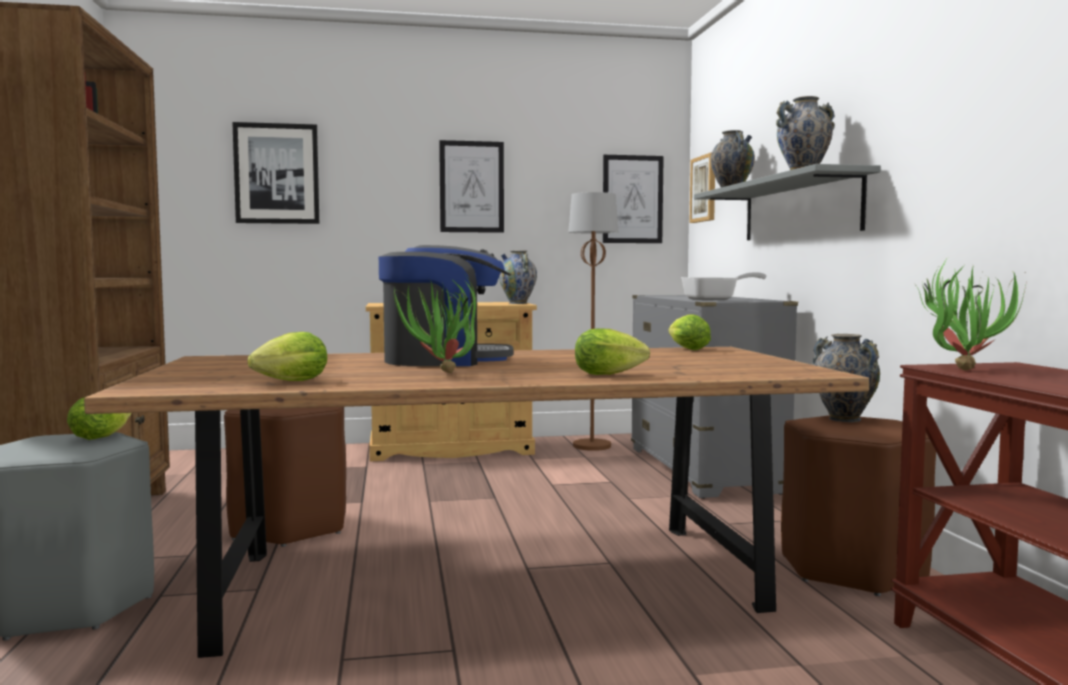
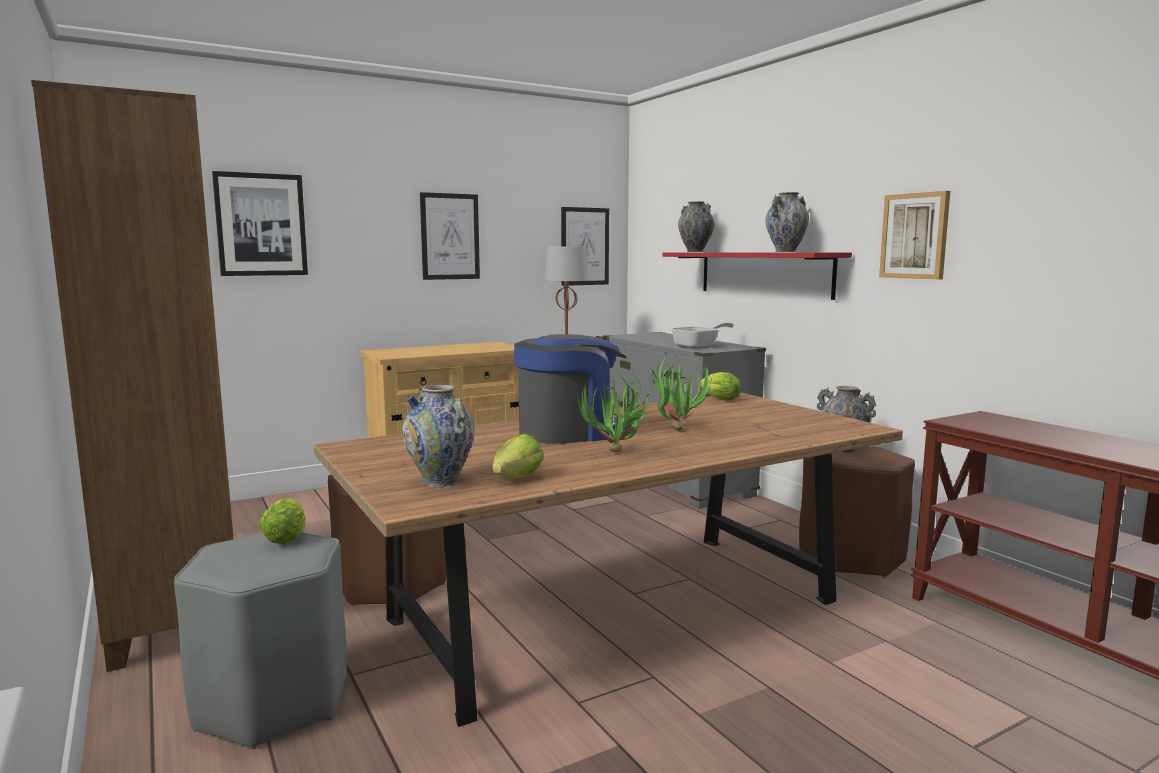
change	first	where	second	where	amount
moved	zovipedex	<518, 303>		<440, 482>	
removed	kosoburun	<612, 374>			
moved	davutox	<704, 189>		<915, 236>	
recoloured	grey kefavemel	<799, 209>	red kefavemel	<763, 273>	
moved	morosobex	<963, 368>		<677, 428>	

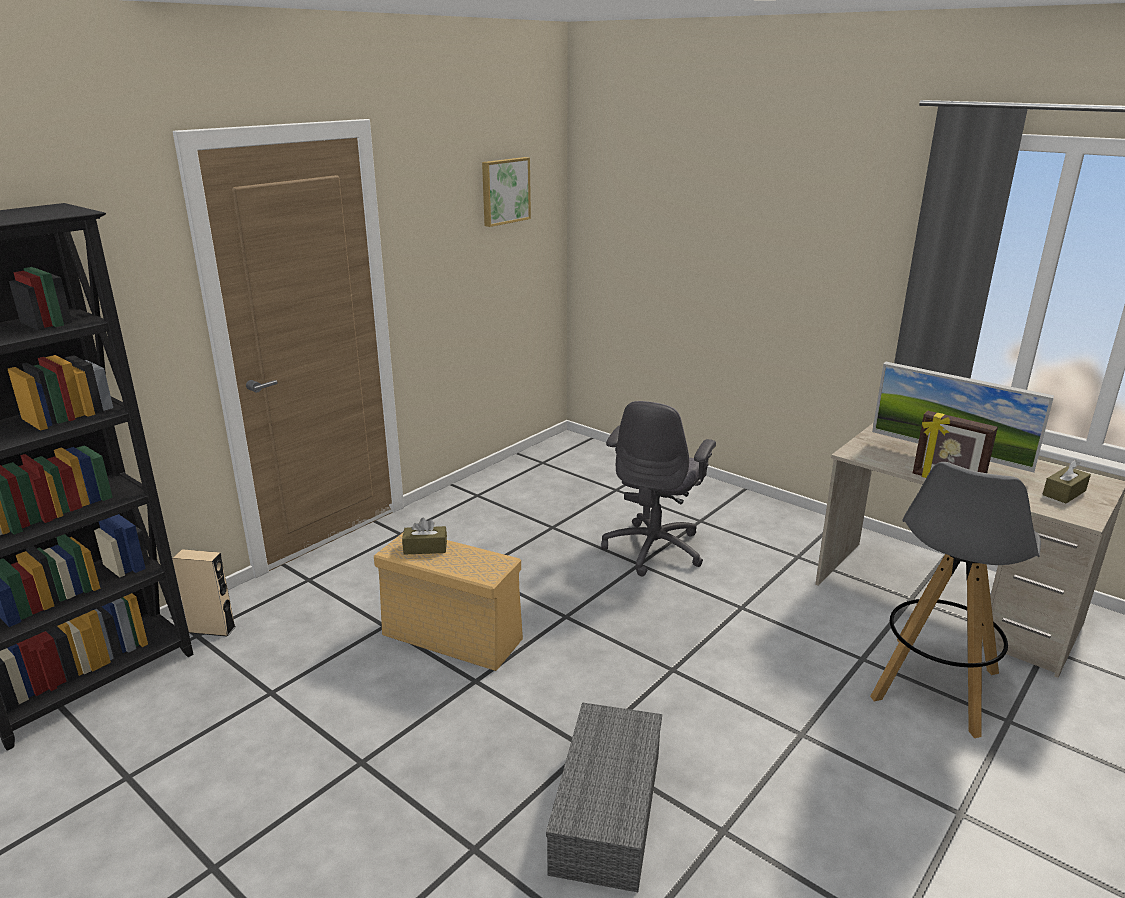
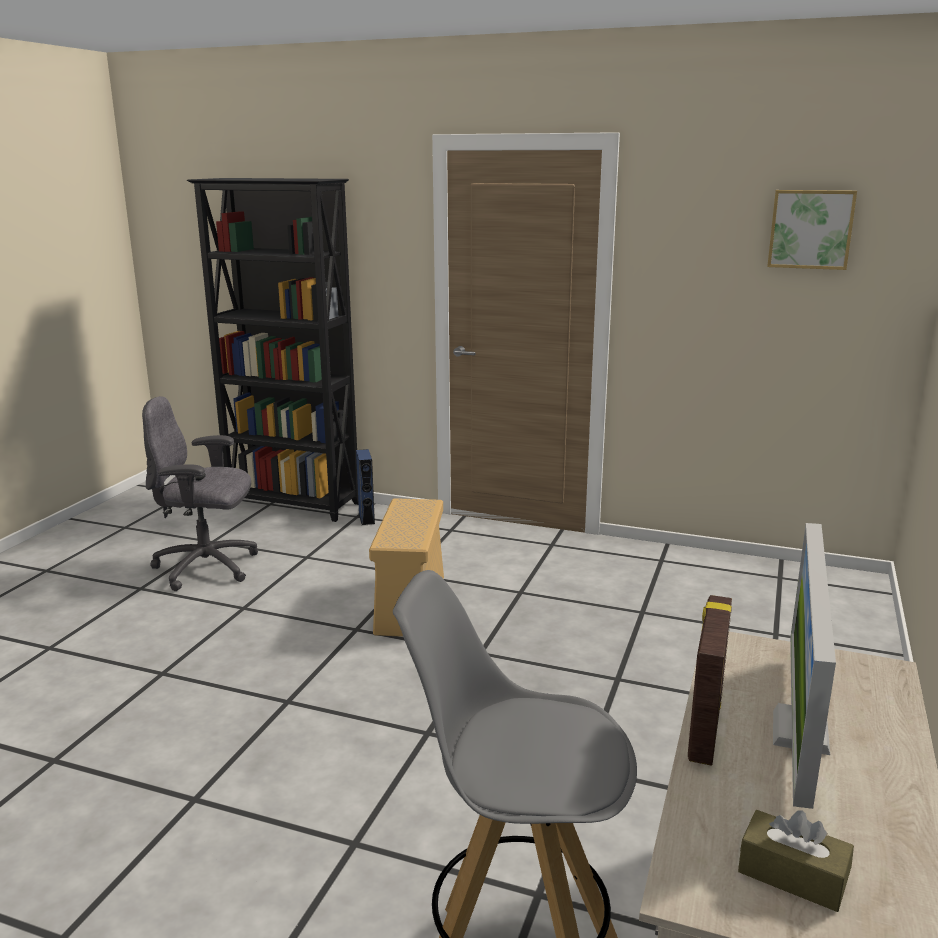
change	first	where	second	where	amount
recoloured	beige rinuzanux	<212, 629>	blue rinuzanux	<366, 518>	
removed	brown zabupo	<425, 548>			
removed	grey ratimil	<605, 808>			
moved	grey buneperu	<655, 548>		<207, 568>	

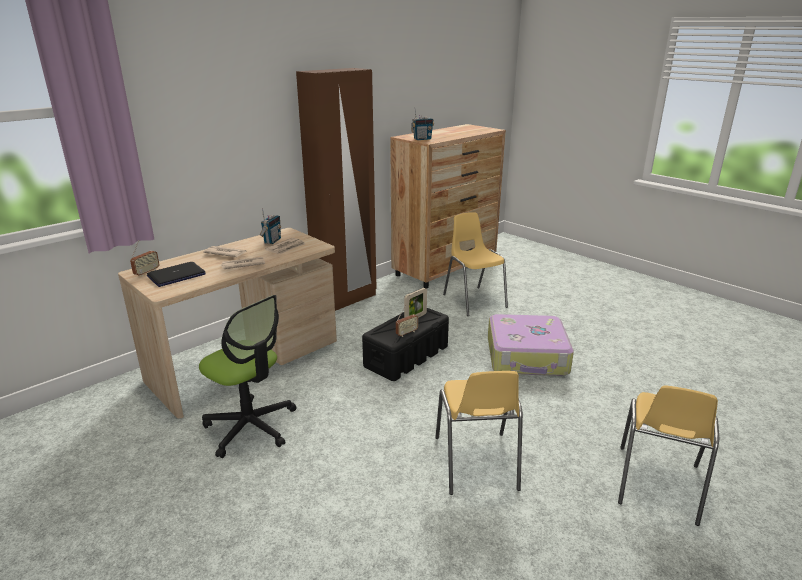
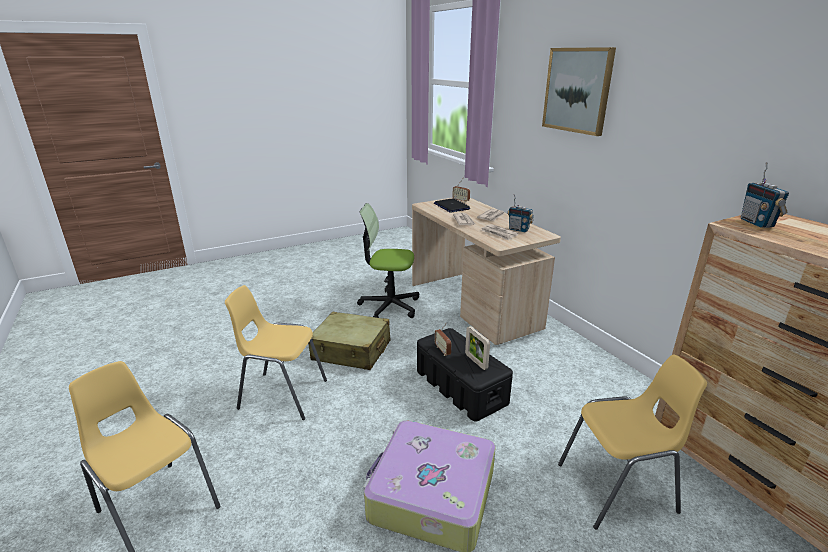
change	first	where	second	where	amount
turned	buneperu	<251, 427>		<389, 306>	45 degrees clockwise
removed	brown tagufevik	<345, 300>			
added			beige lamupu	<351, 351>	
added			davutox	<577, 90>	

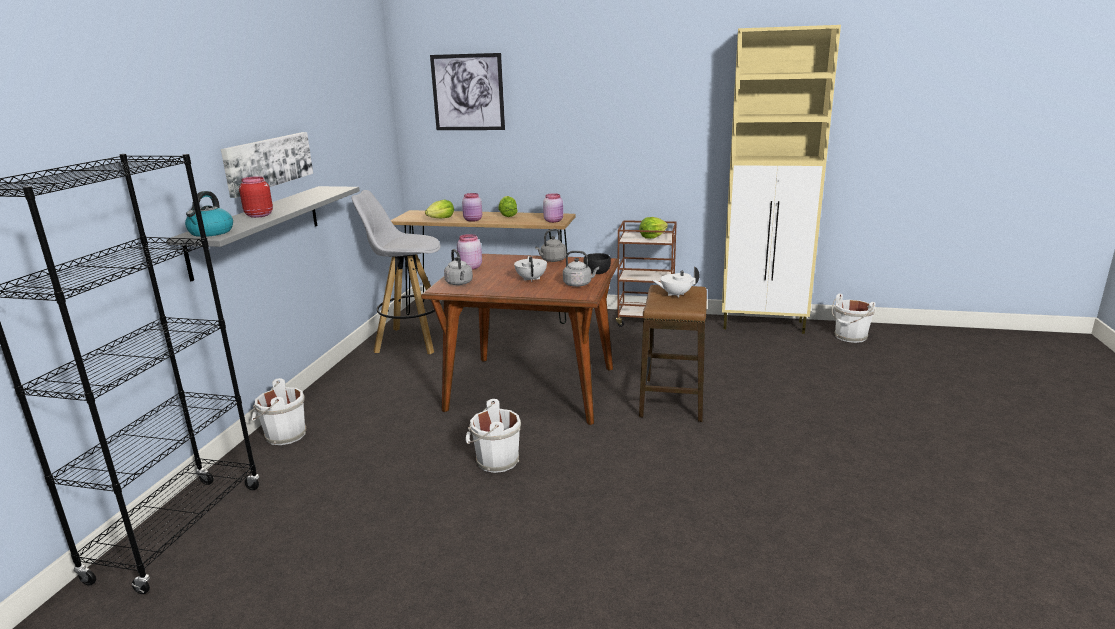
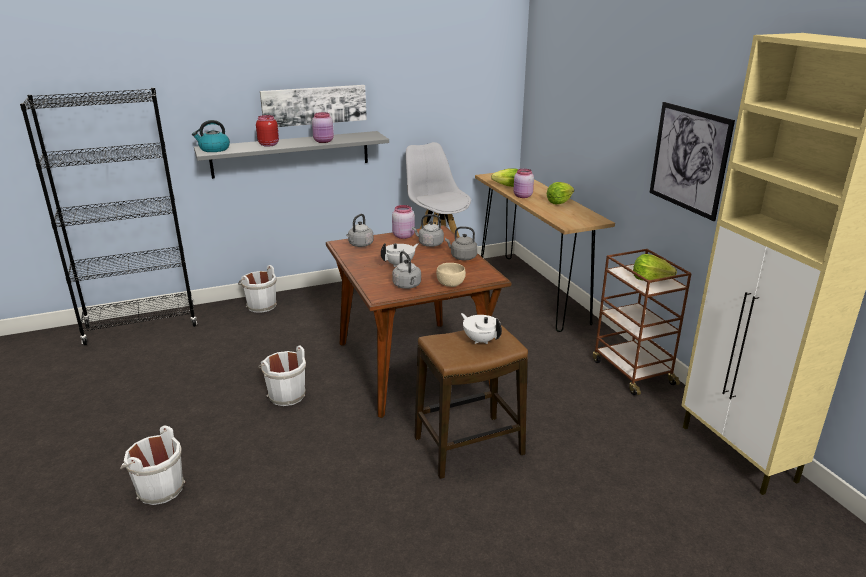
change	first	where	second	where	amount
moved	davutox	<468, 92>		<689, 159>	
moved	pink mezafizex	<554, 221>		<324, 141>	
recoloured	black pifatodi	<597, 272>	beige pifatodi	<451, 284>	
moved	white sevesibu	<850, 337>		<158, 489>	
added			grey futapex	<429, 244>	

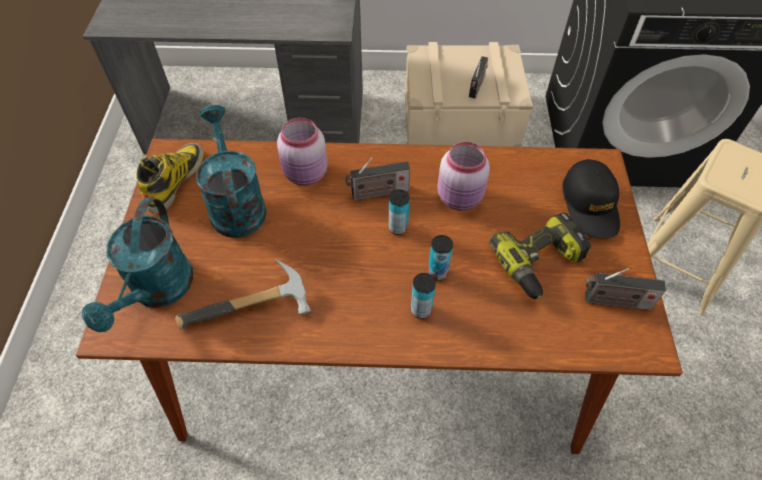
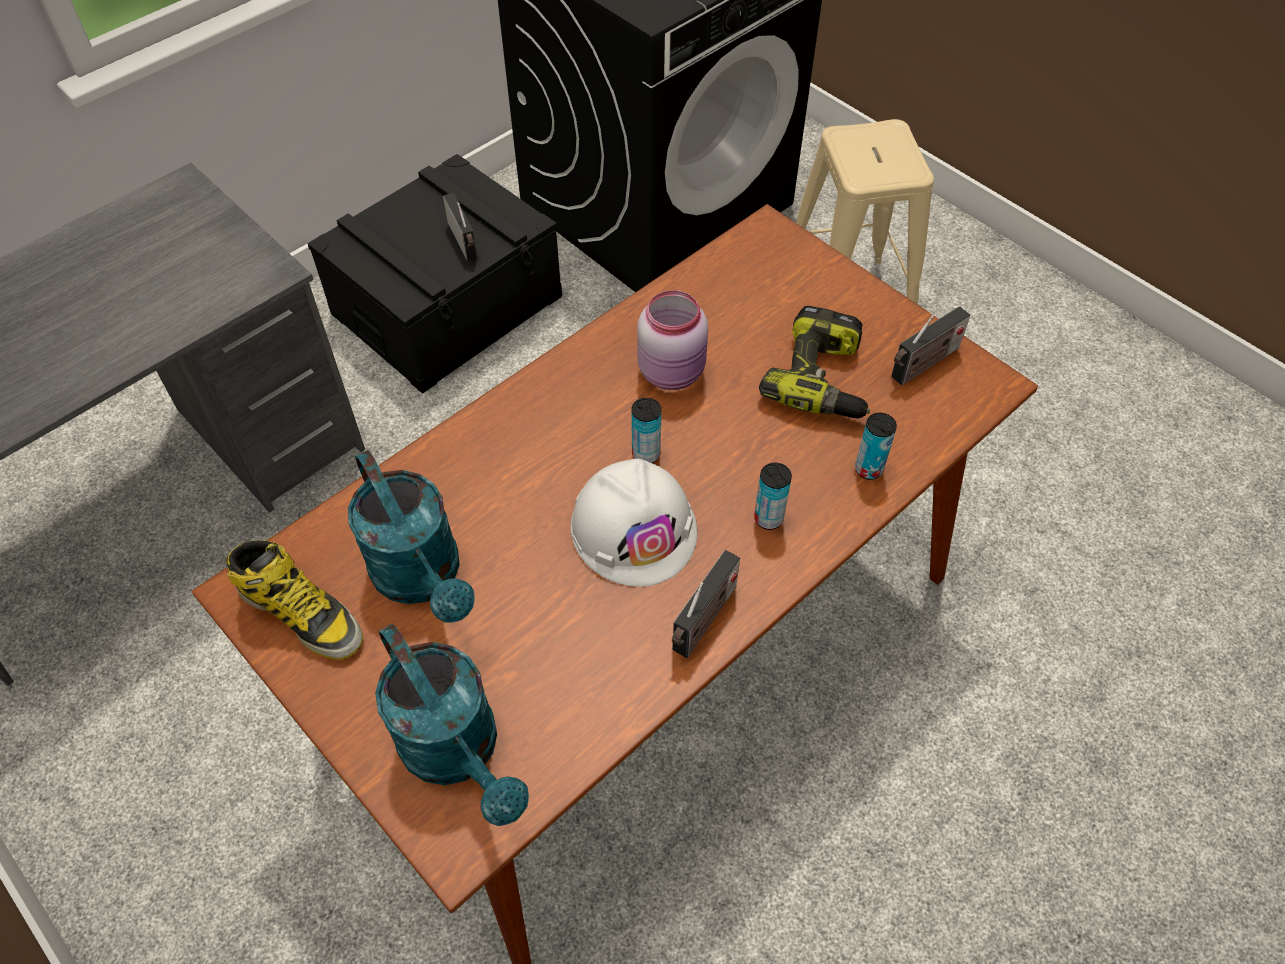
change	first	where	second	where	amount
turned	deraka	<175, 180>		<302, 614>	150 degrees clockwise
removed	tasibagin	<251, 312>			
turned	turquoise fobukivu	<235, 204>		<423, 578>	150 degrees counterclockwise
removed	pink mezafizex	<306, 174>			
moved	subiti	<377, 193>		<703, 622>	
recoloured	beige ratimil	<460, 120>	black ratimil	<447, 304>	
moved	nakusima	<437, 273>		<868, 469>	
removed	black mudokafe	<590, 205>			
added			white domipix	<634, 528>	

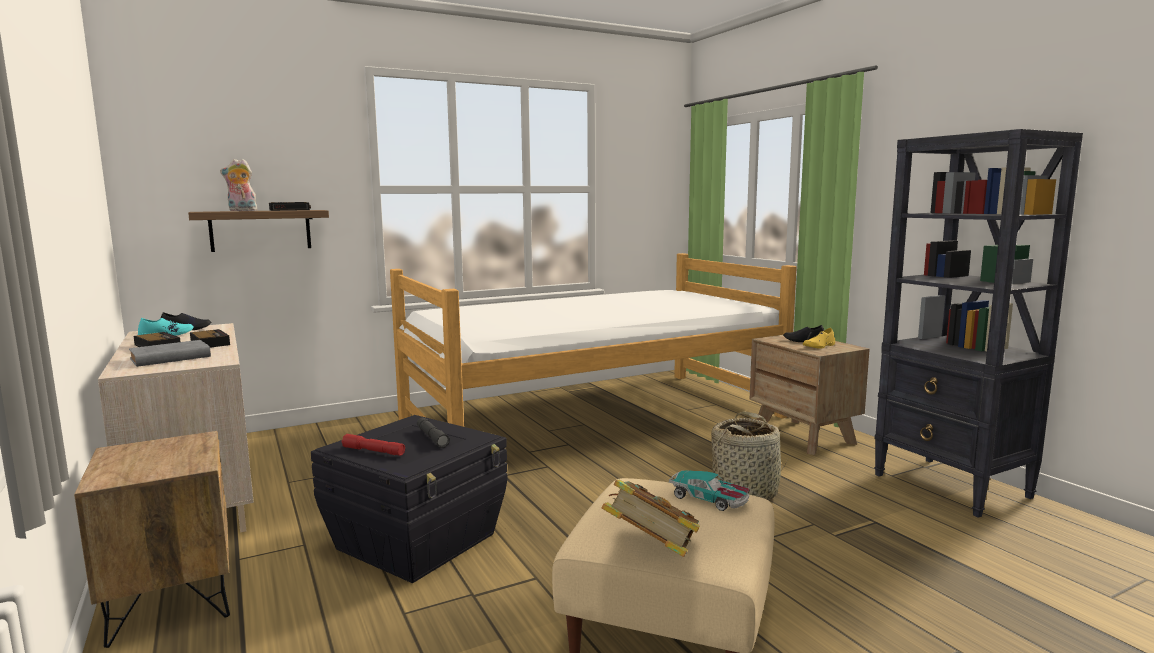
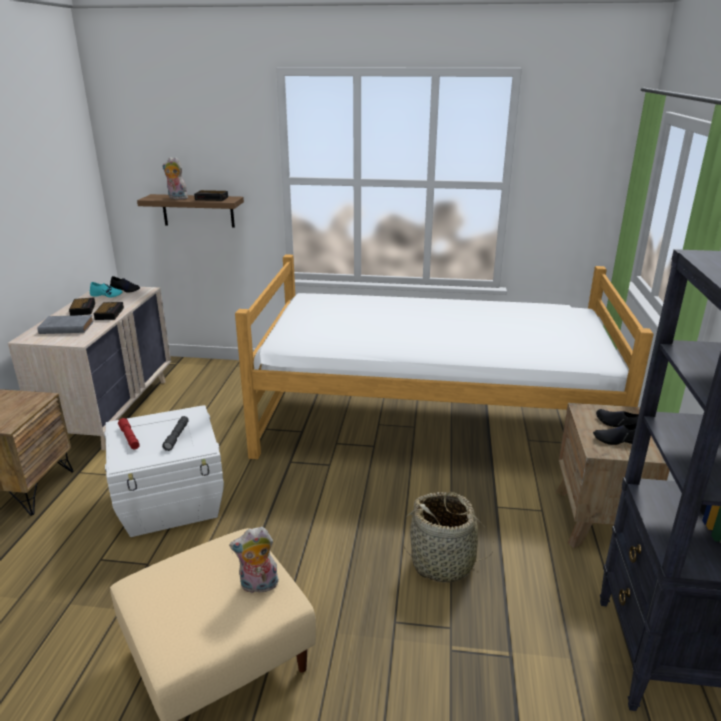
change	first	where	second	where	amount
recoloured	black ratimil	<418, 541>	white ratimil	<172, 502>	
removed	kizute	<651, 551>			
replaced	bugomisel	<709, 499>	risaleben	<258, 586>	
recoloured	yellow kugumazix	<819, 346>	black kugumazix	<617, 440>	

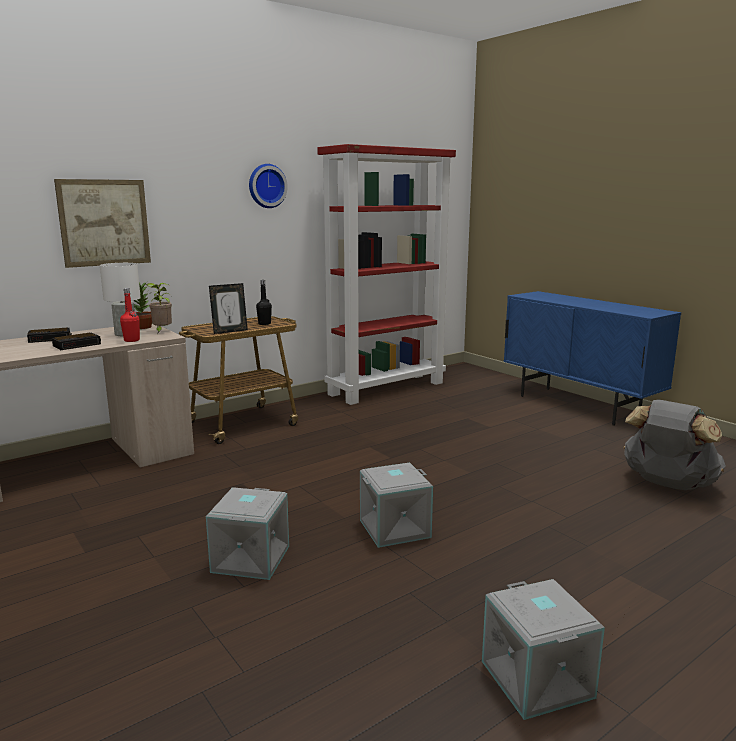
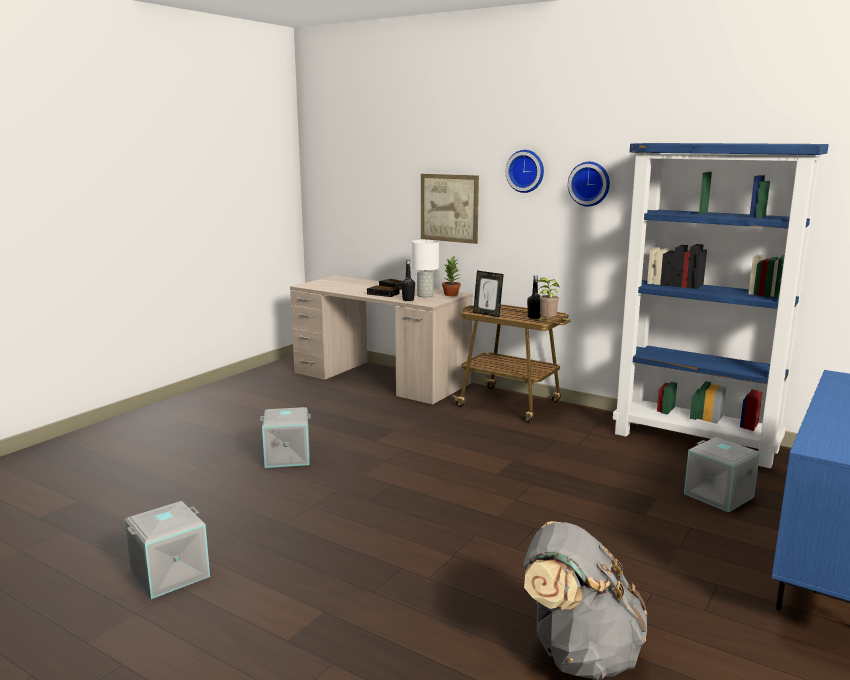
change	first	where	second	where	amount
recoloured	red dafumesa	<132, 340>	black dafumesa	<408, 300>	
moved	morosobex	<162, 331>		<546, 321>	
recoloured	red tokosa	<386, 388>	blue tokosa	<696, 441>	
moved	grey ratimil	<394, 529>		<717, 495>	
added			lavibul	<526, 171>	

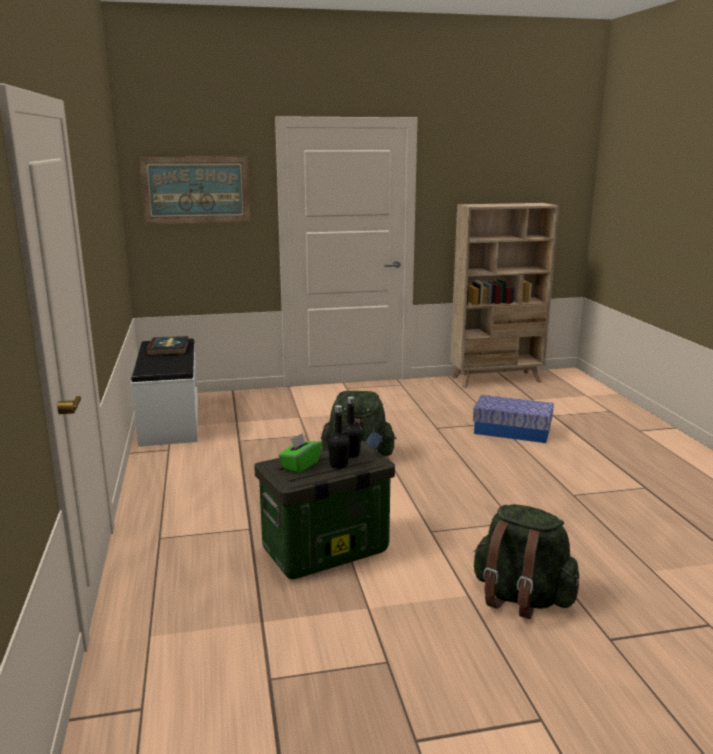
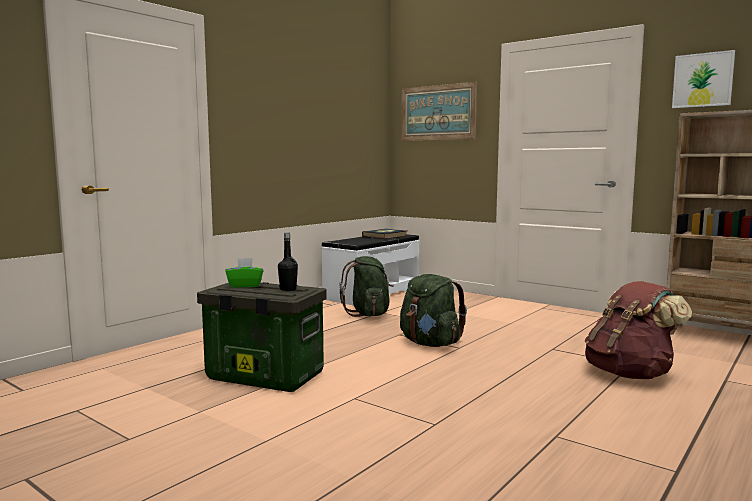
change	first	where	second	where	amount
removed	black dafumesa	<339, 465>			
replaced	ratimil	<512, 431>	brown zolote	<630, 374>	
moved	green zolote	<521, 598>		<368, 314>	
added			davutox	<702, 80>	

